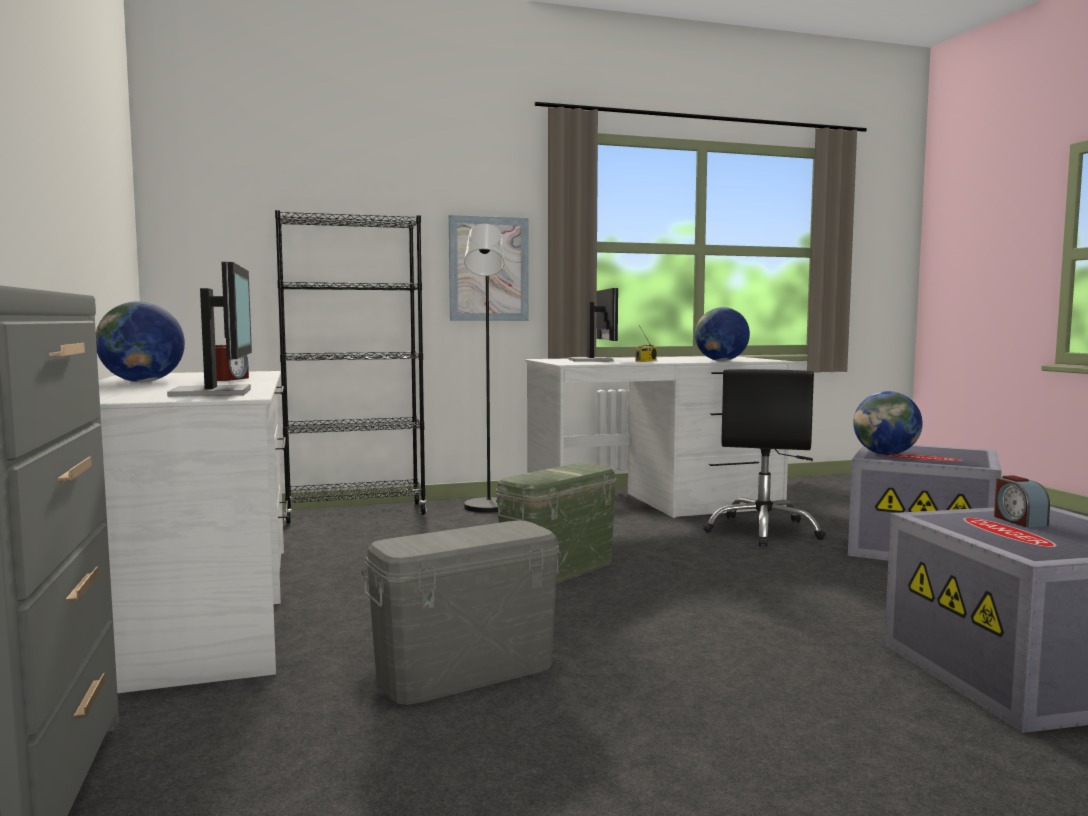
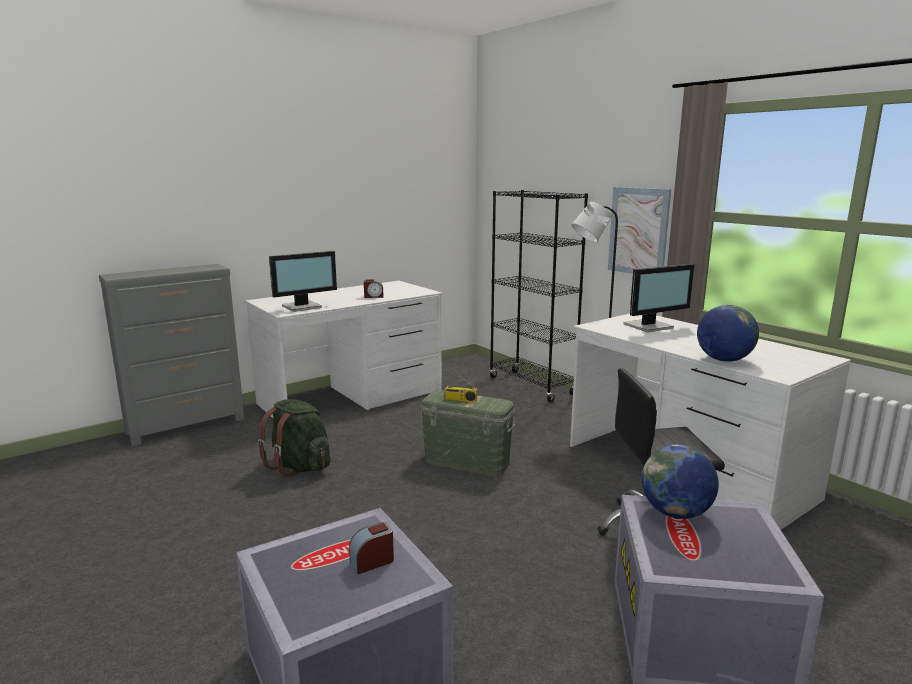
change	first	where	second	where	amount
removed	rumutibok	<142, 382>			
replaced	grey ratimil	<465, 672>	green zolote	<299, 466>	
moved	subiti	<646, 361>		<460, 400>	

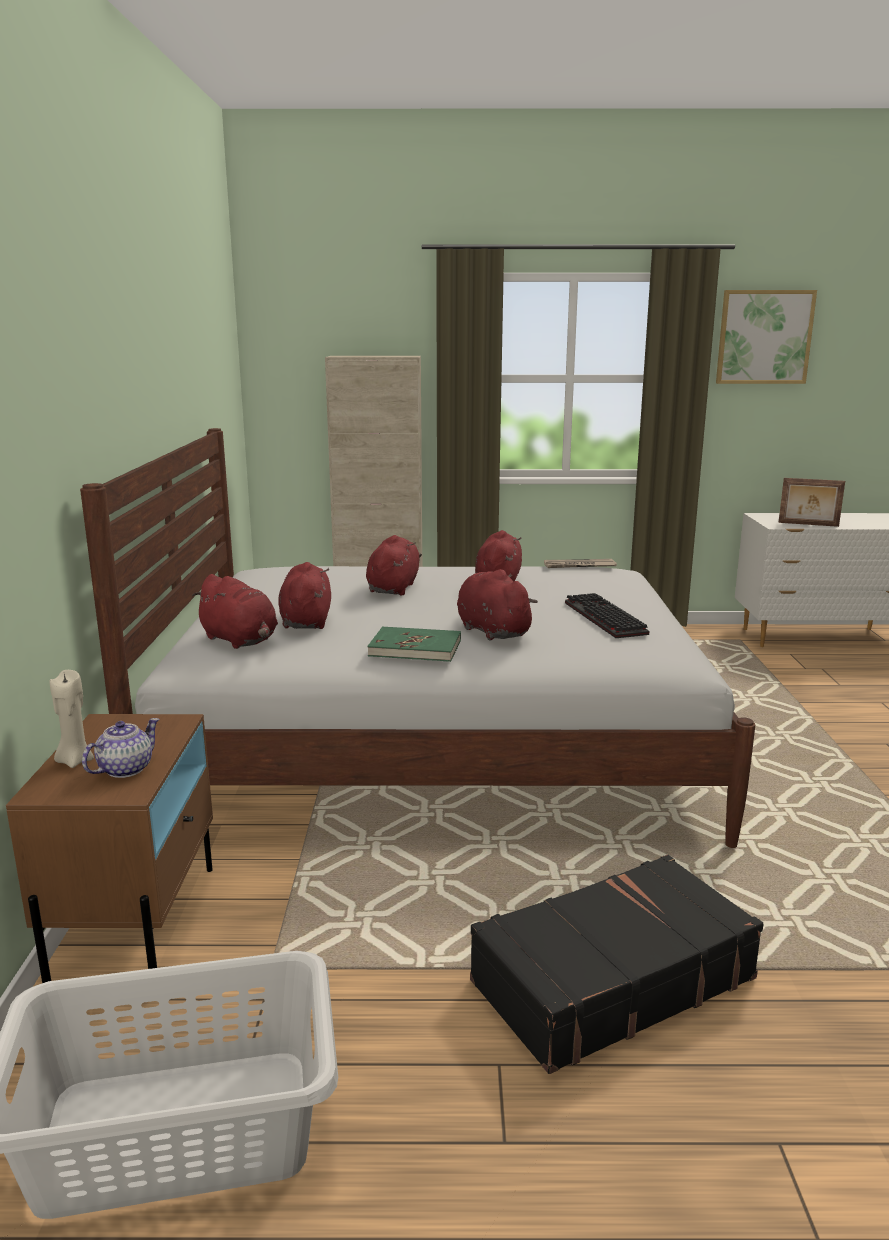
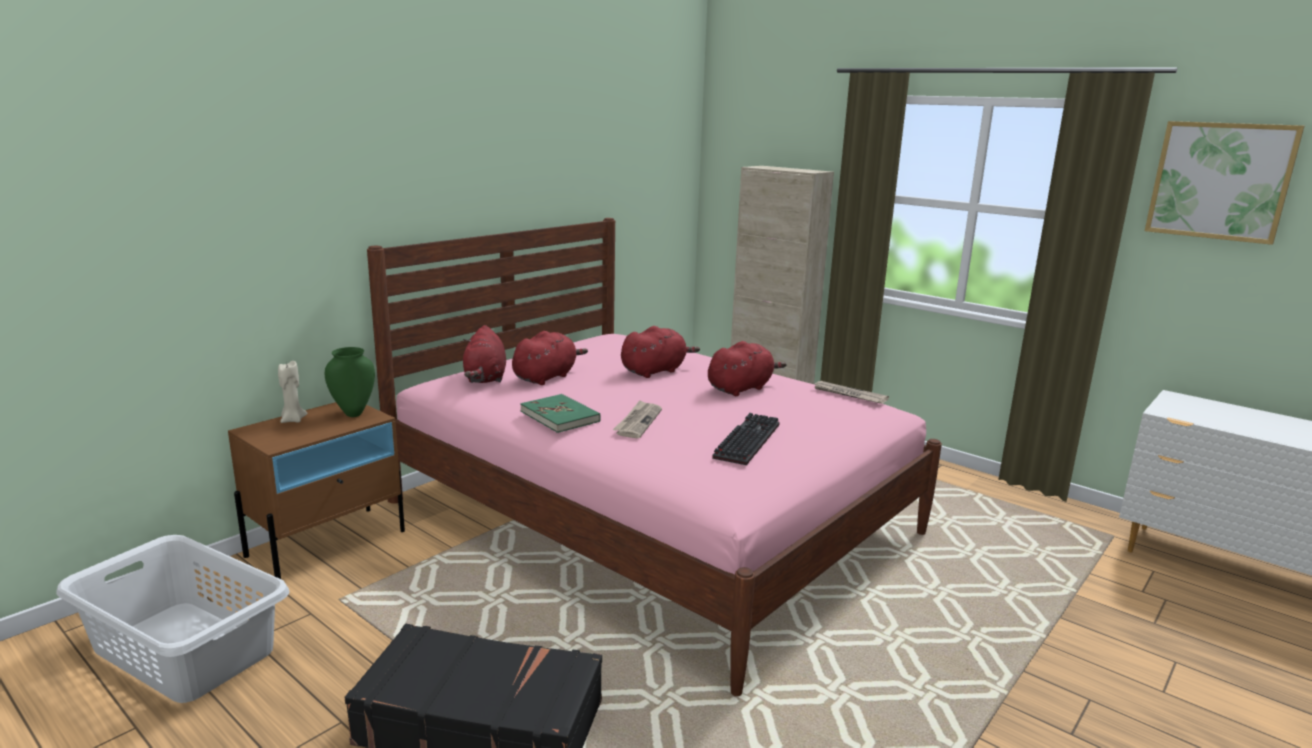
change	first	where	second	where	amount
recoloured	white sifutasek	<437, 748>	pink sifutasek	<653, 517>	
removed	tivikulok	<124, 769>			
replaced	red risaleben	<491, 631>	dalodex	<638, 422>	
removed	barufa	<808, 524>			
added			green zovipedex	<353, 413>	

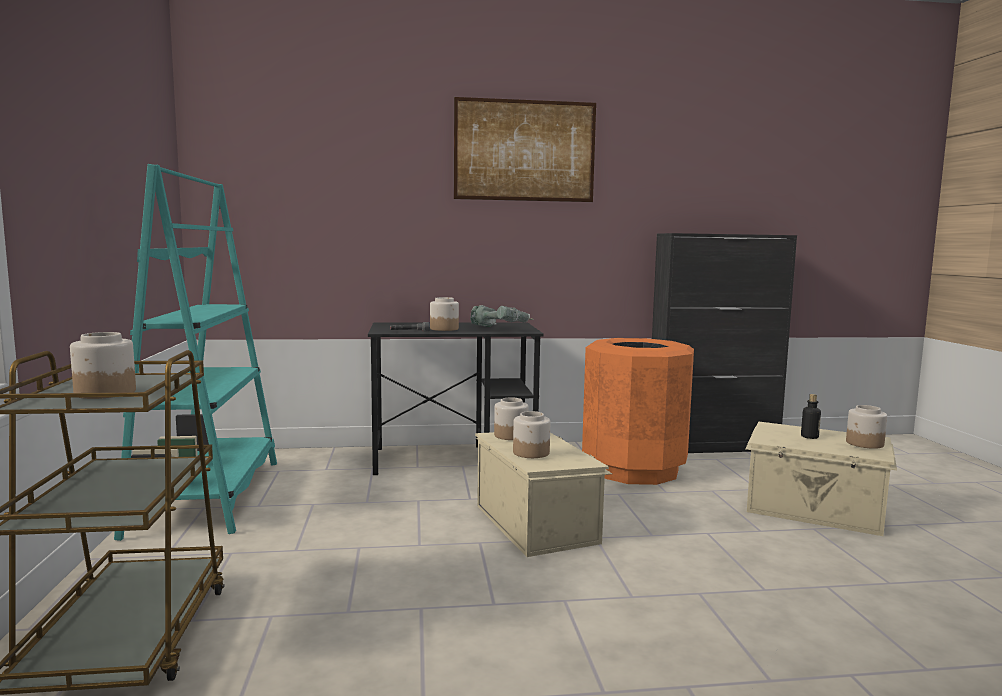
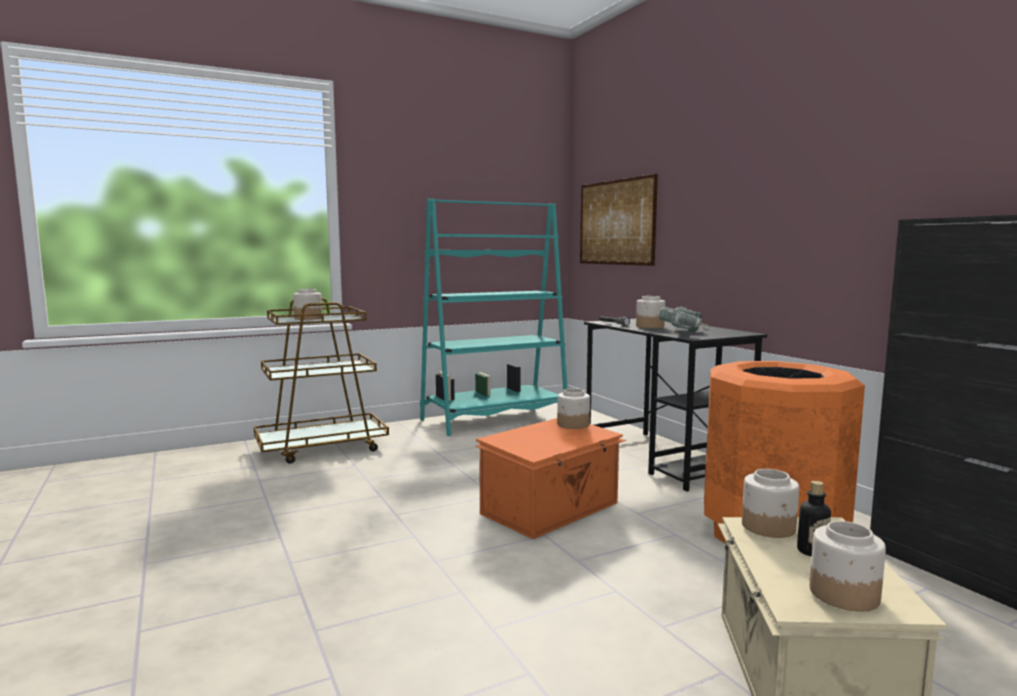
change	first	where	second	where	amount
moved	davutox	<524, 151>		<616, 222>	
recoloured	beige ratimil	<537, 523>	orange ratimil	<552, 508>	
moved	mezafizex	<531, 452>		<769, 527>	

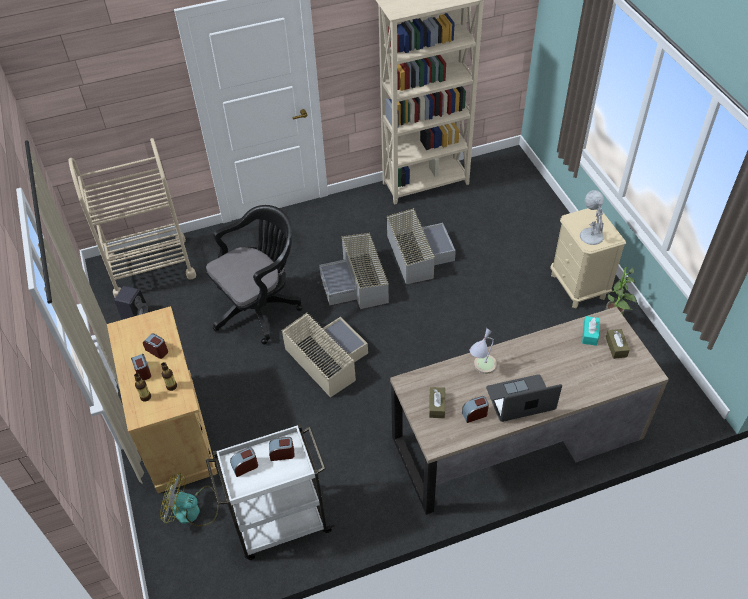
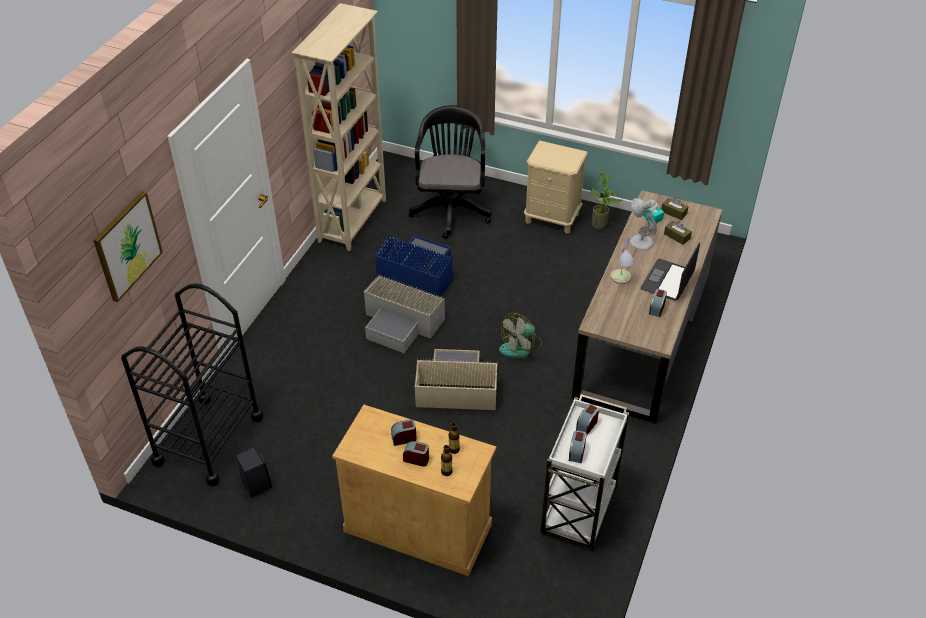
change	first	where	second	where	amount
recoloured	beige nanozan	<151, 267>	black nanozan	<208, 440>	
moved	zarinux	<192, 510>		<521, 346>	
moved	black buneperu	<260, 307>		<451, 209>	
recoloured	grey ratimil	<417, 253>	blue ratimil	<417, 272>	
moved	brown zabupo	<437, 406>		<677, 236>	
moved	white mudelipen	<590, 235>		<640, 241>	
added			davutox	<127, 245>	

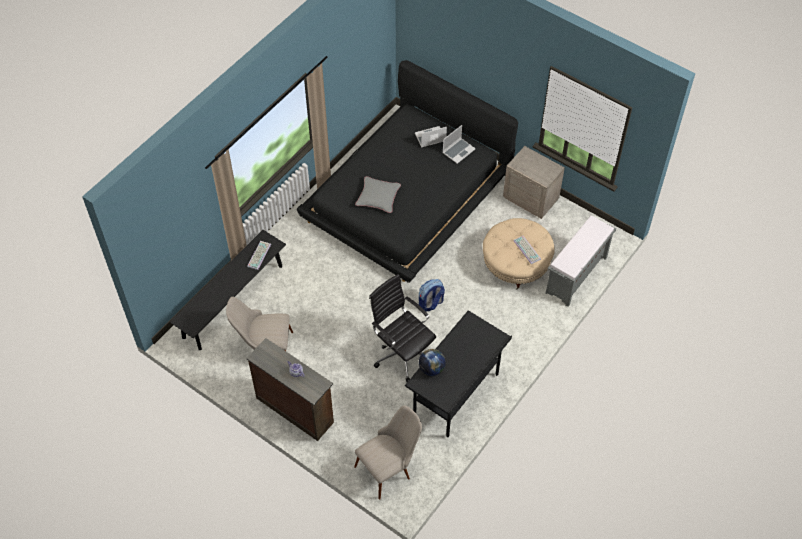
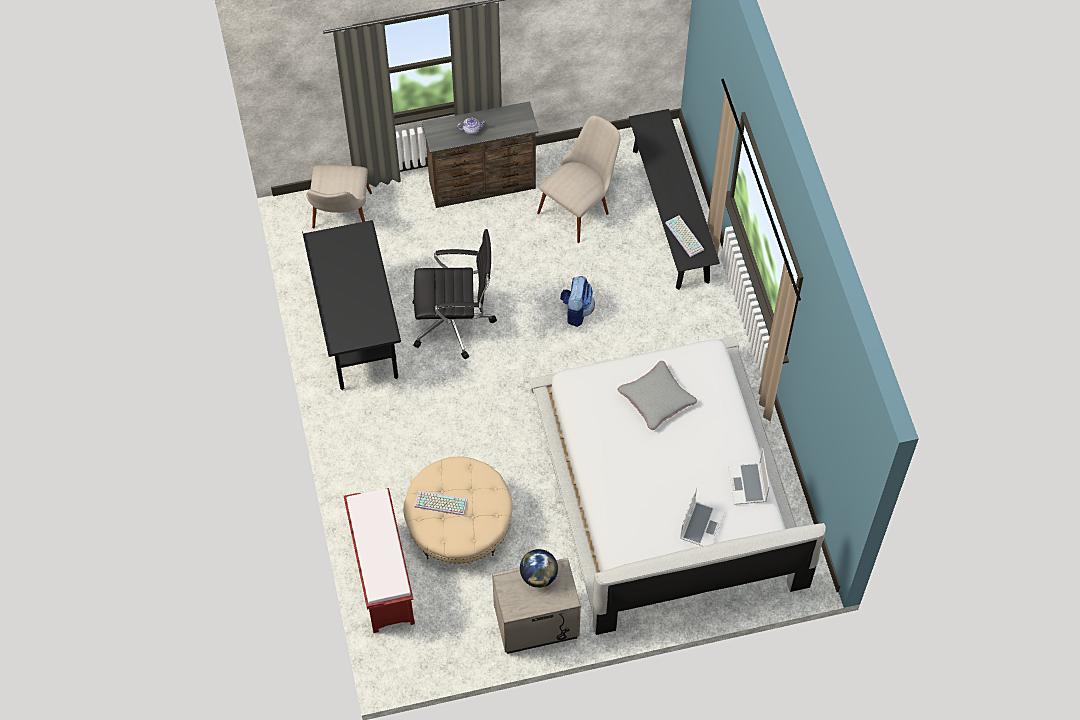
change	first	where	second	where	amount
recoloured	black sifutasek	<408, 195>	white sifutasek	<667, 489>	
moved	zolote	<430, 303>		<576, 311>	
moved	rumutibok	<431, 369>		<538, 576>	
moved	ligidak	<458, 151>		<748, 485>	
recoloured	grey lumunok	<576, 276>	red lumunok	<382, 576>	

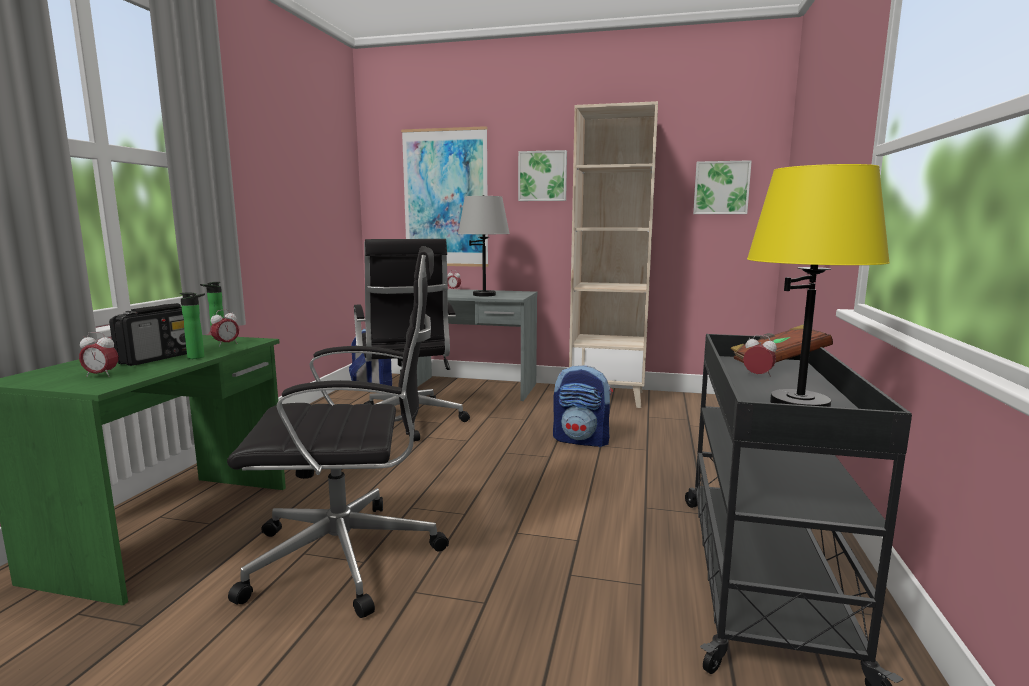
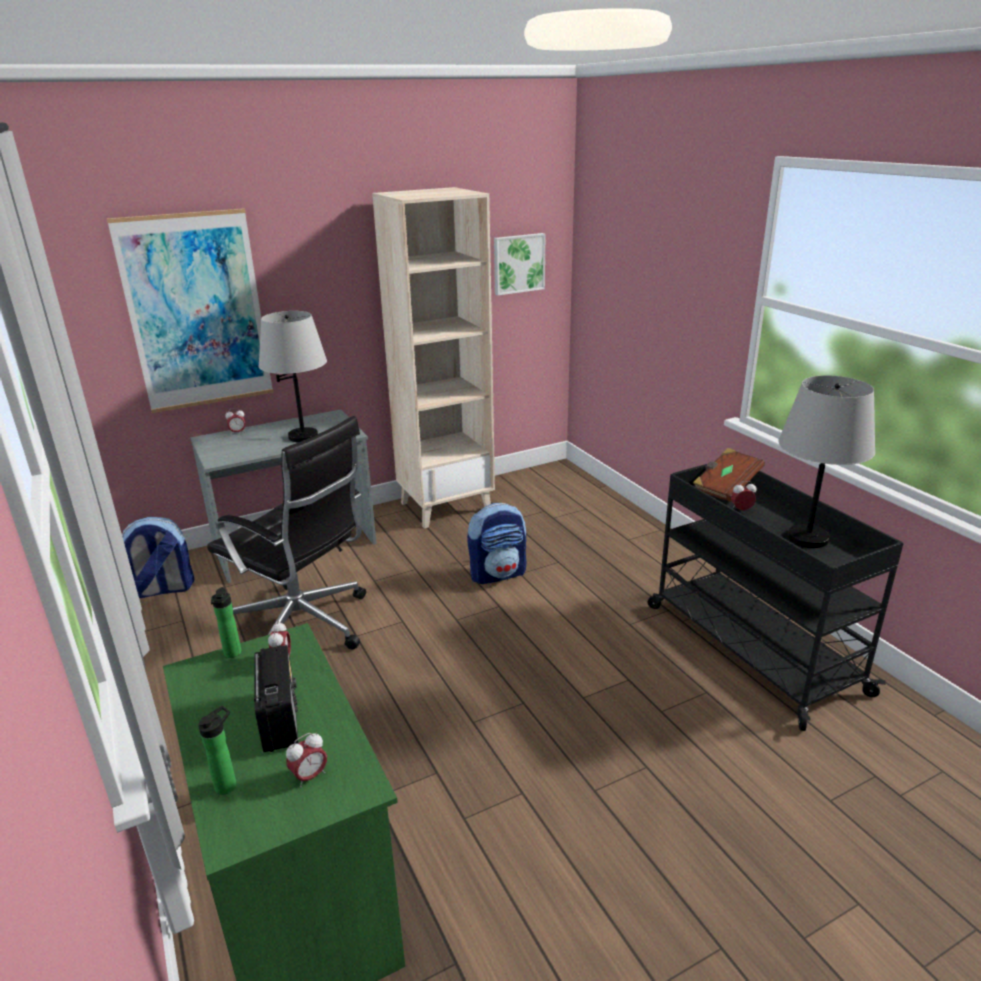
change	first	where	second	where	amount
moved	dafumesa	<198, 357>		<228, 784>	
removed	black buneperu	<350, 557>			
removed	davutox	<542, 176>			
recoloured	yellow mudelipen	<799, 404>	grey mudelipen	<807, 538>	

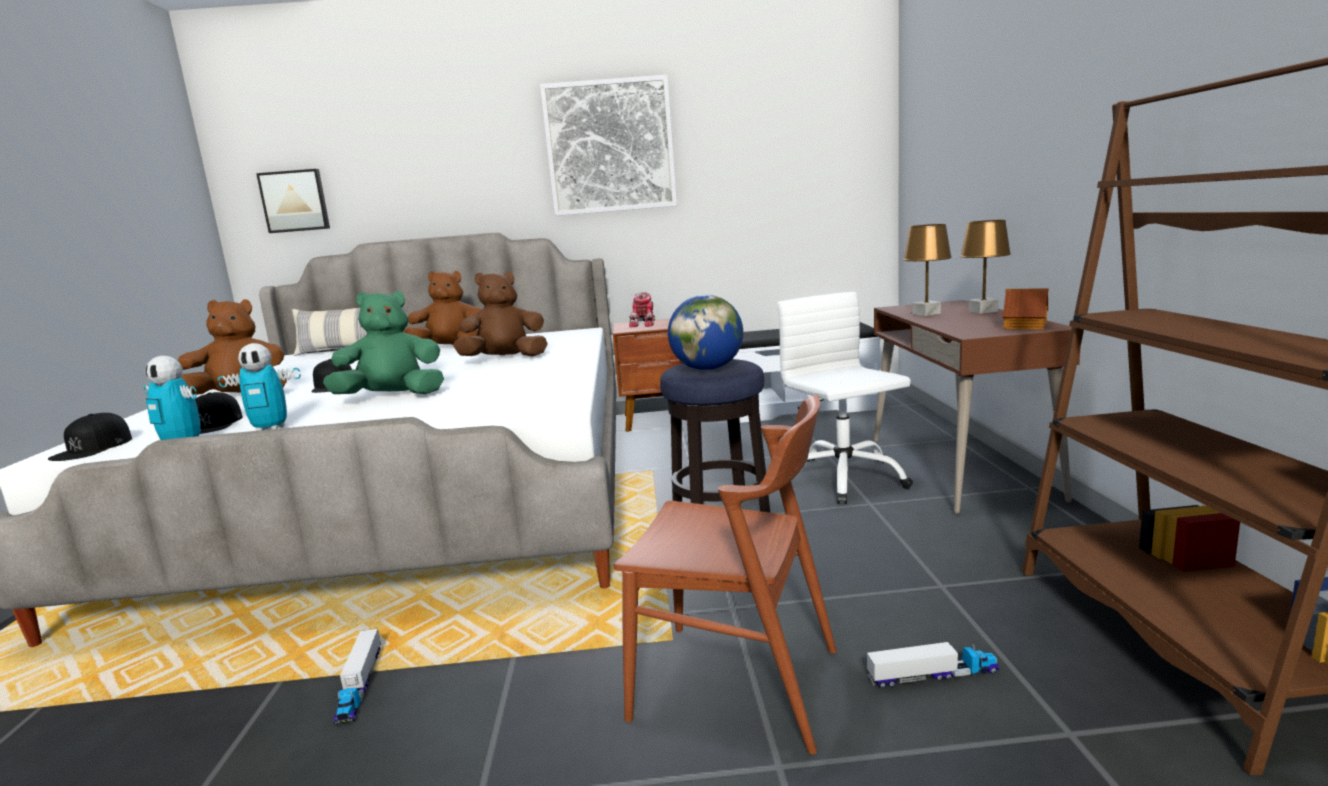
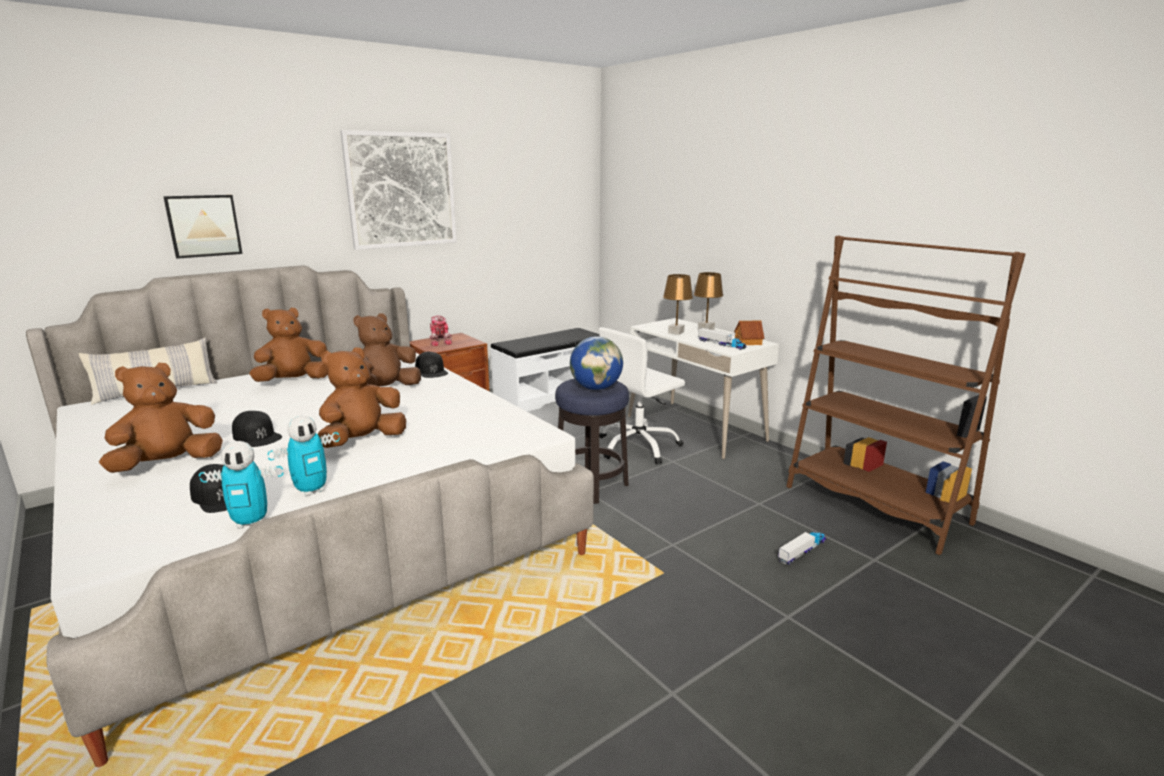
change	first	where	second	where	amount
moved	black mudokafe	<93, 448>		<431, 371>	
moved	davutox	<295, 201>		<203, 225>	
recoloured	green risaleben	<393, 397>	brown risaleben	<362, 441>	
moved	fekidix	<360, 685>		<721, 344>	
removed	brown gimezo	<737, 683>			
turned	white buneperu	<843, 478>		<638, 446>	75 degrees counterclockwise
recoloured	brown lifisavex	<960, 468>	white lifisavex	<695, 428>	

